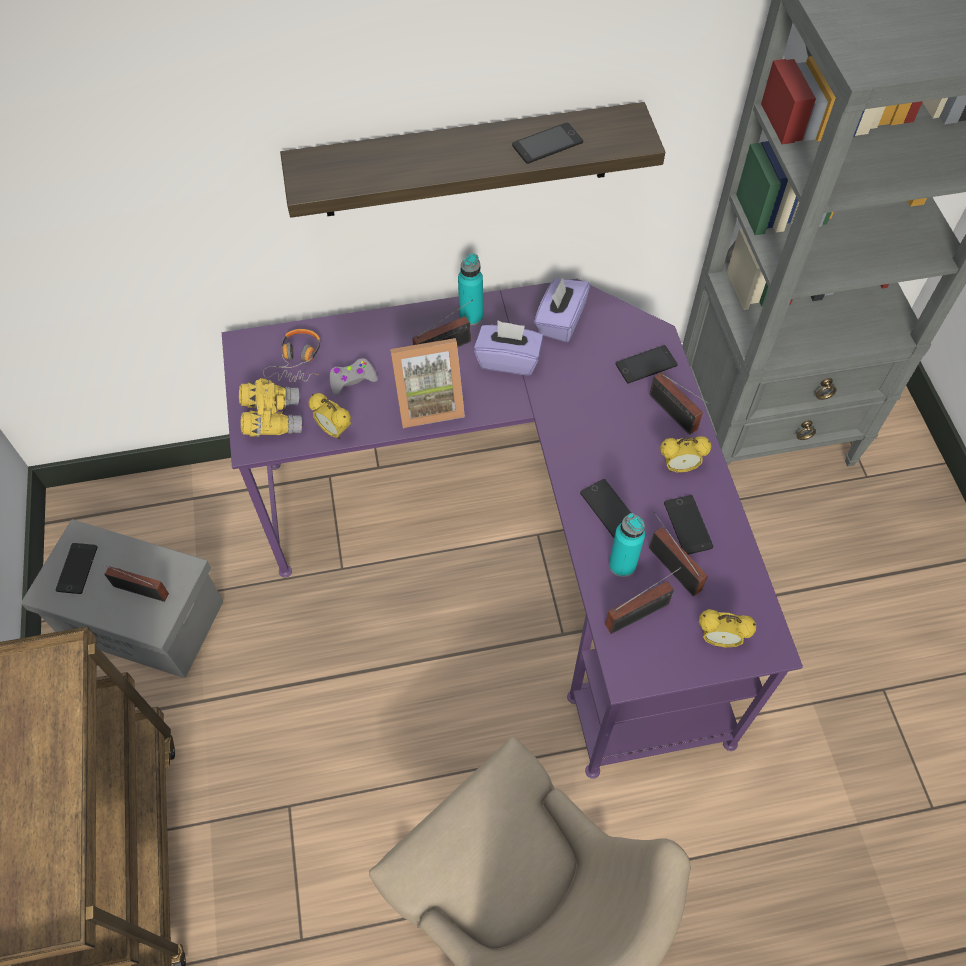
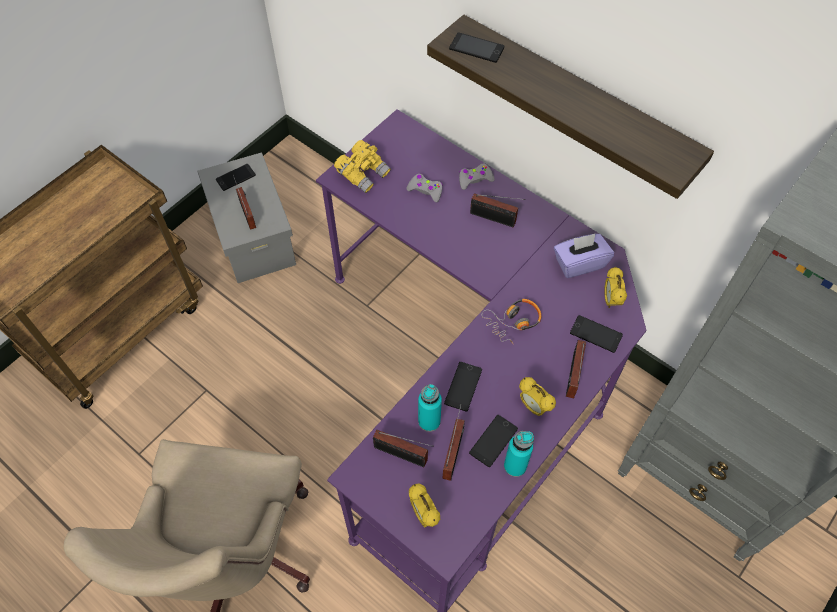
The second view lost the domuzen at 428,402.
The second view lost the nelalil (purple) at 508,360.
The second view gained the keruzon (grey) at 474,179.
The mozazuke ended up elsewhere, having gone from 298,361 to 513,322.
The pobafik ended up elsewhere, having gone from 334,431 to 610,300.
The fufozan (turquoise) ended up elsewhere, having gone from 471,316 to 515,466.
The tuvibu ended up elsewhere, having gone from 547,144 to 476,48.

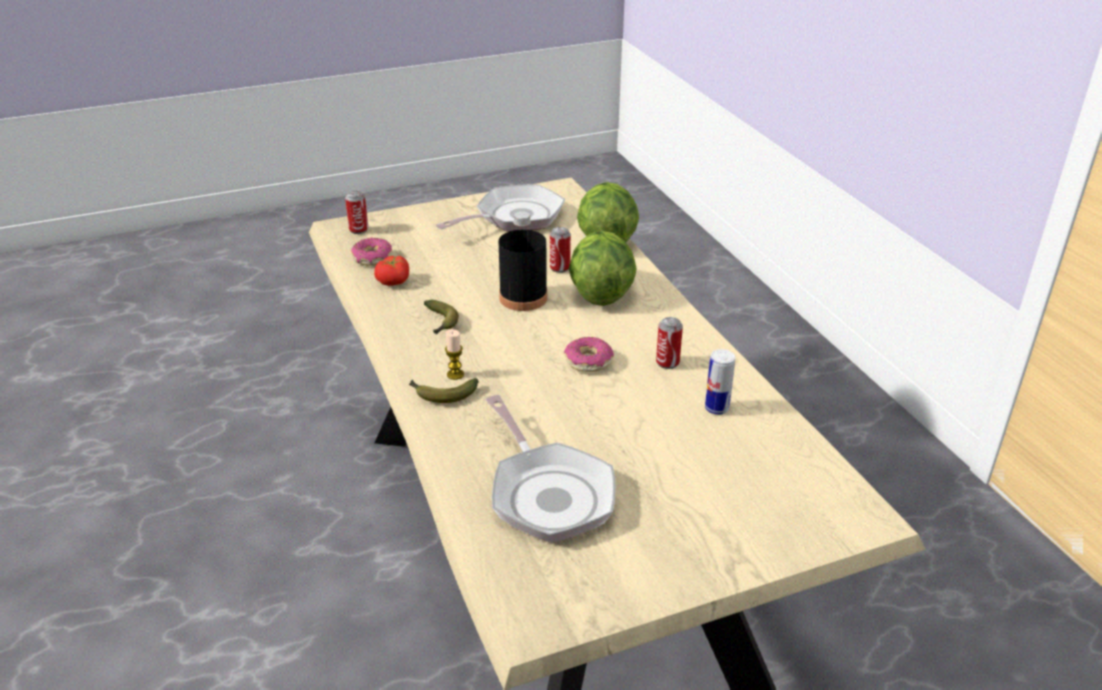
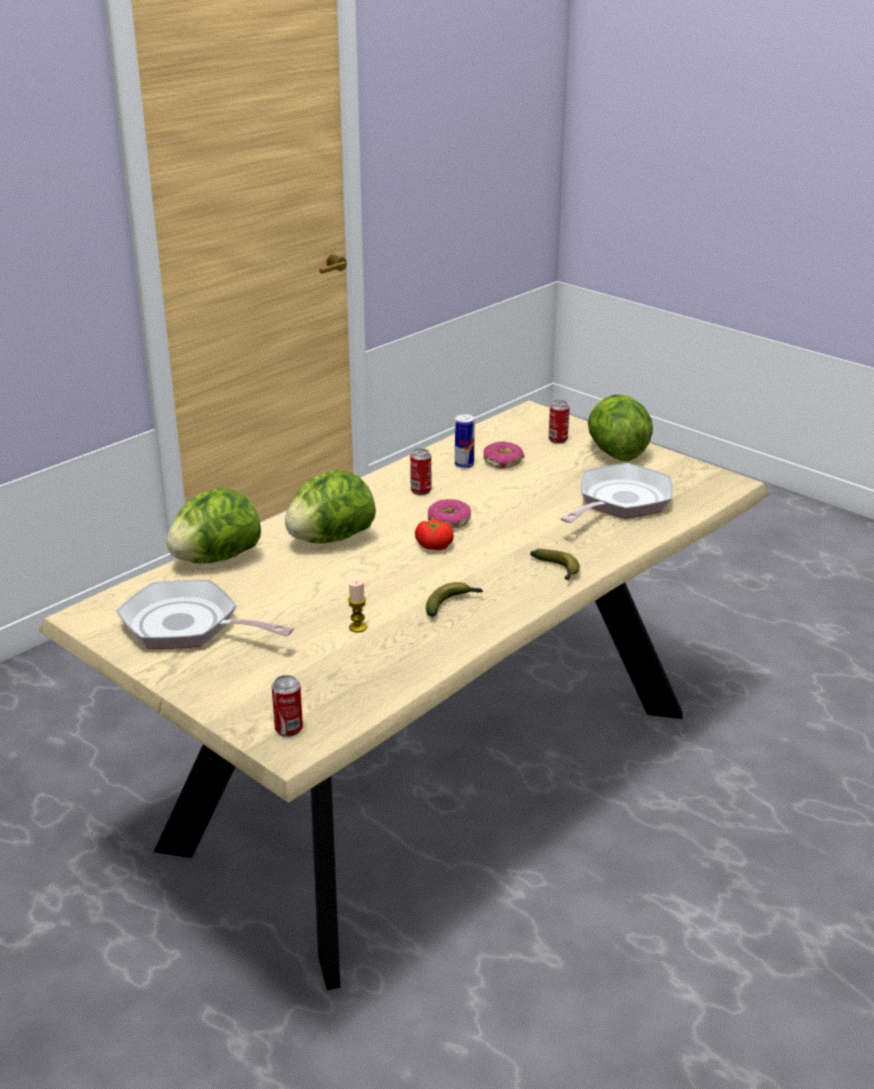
The second view lost the fufozan (black) at 523,298.
The second view gained the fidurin at 615,453.
The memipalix ended up elsewhere, having gone from 372,258 to 503,461.
The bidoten ended up elsewhere, having gone from 394,281 to 434,545.
The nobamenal ended up elsewhere, having gone from 455,374 to 358,627.
The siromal ended up elsewhere, having gone from 560,268 to 558,440.

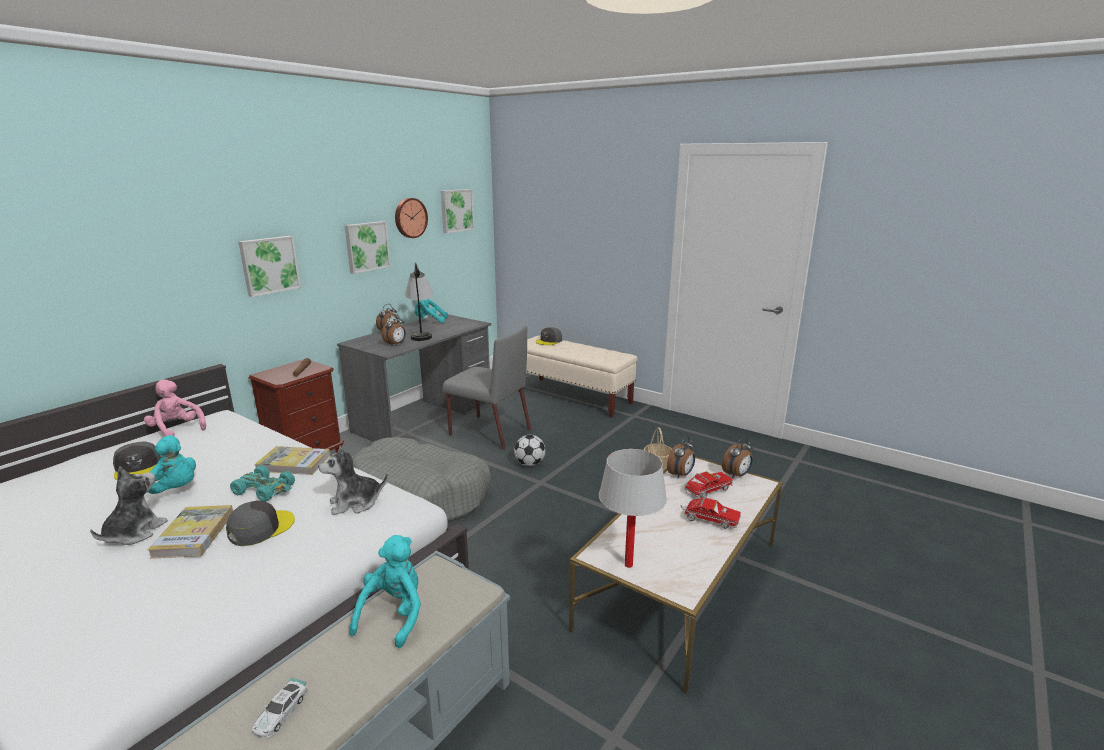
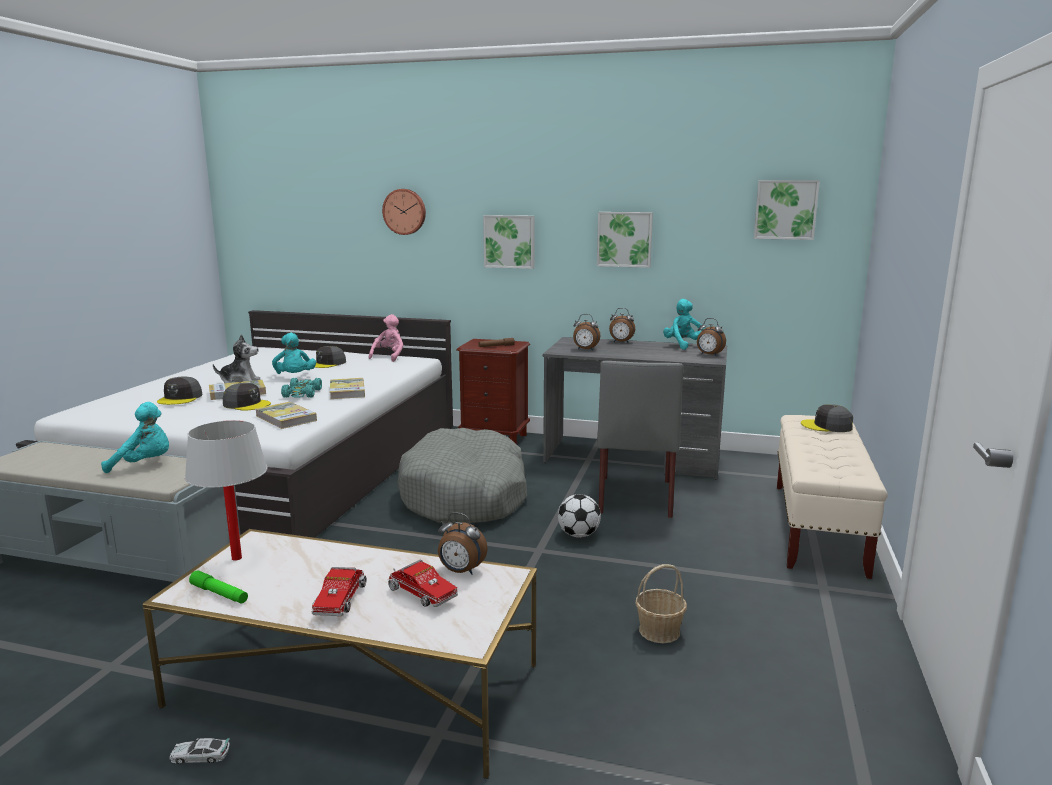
The second view lost the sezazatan at 422,333.
The second view gained the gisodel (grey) at 180,398.
The second view gained the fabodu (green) at 219,594.
The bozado ended up elsewhere, having gone from 281,712 to 200,756.
The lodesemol ended up elsewhere, having gone from 410,218 to 405,211.
The pobafik ended up elsewhere, having gone from 736,475 to 709,355.
Where the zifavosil stood at 355,503, the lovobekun came to stand at 286,418.

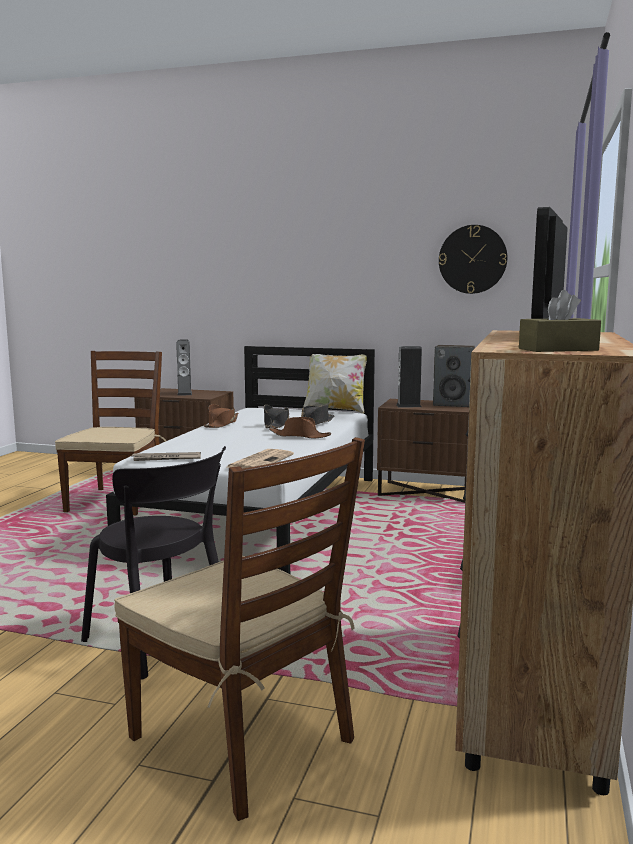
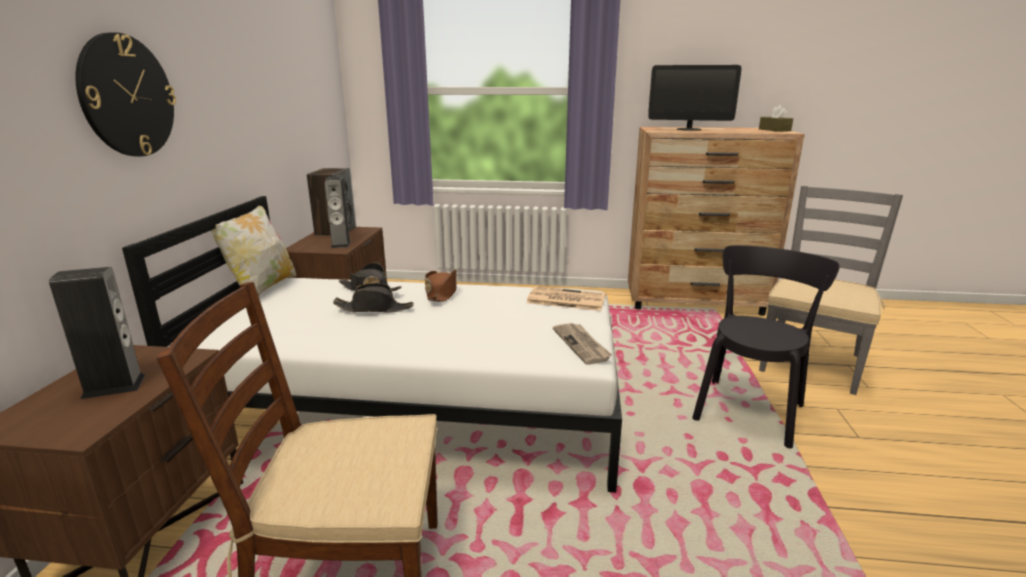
The second view lost the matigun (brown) at 221,424.
The lodesemol ended up elsewhere, having gone from 472,259 to 127,96.
What was the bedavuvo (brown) at 243,739 turned into the bedavuvo (grey) at 811,362.

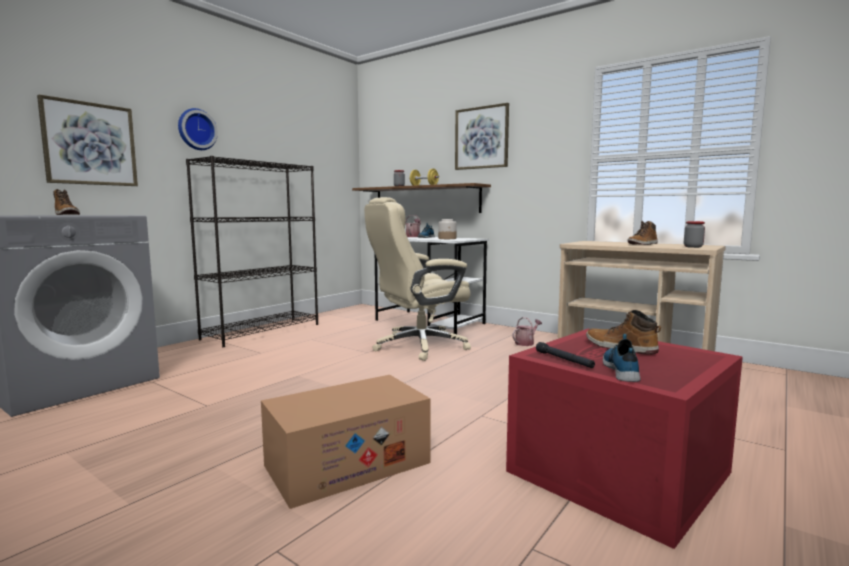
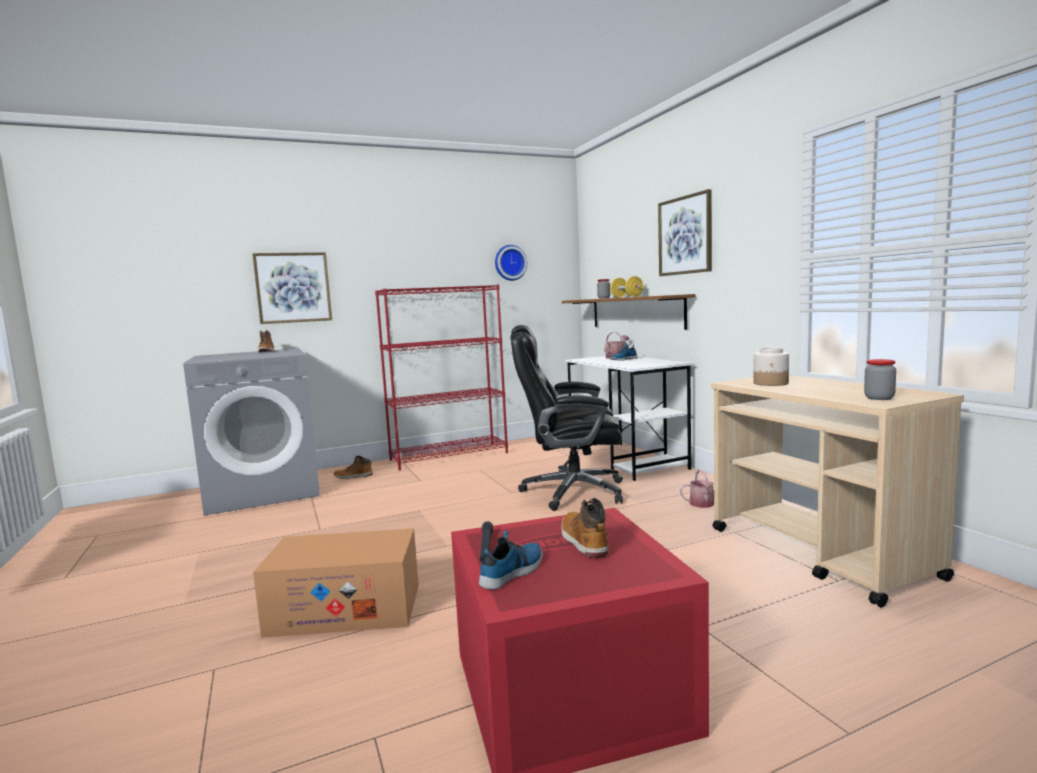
The lodesemol ended up elsewhere, having gone from 196,129 to 510,263.
The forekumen ended up elsewhere, having gone from 447,238 to 771,383.
The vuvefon ended up elsewhere, having gone from 643,244 to 353,476.
What was the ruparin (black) at 262,331 turned into the ruparin (red) at 449,456.
What was the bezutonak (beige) at 418,346 turned into the bezutonak (black) at 571,492.

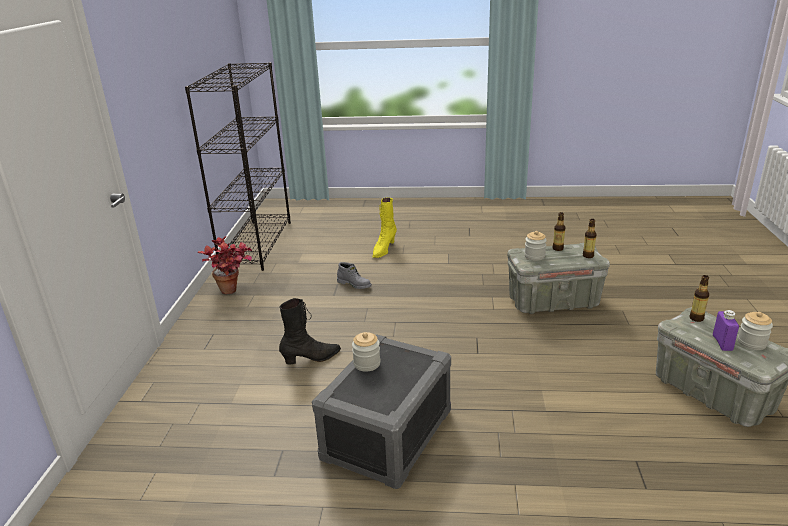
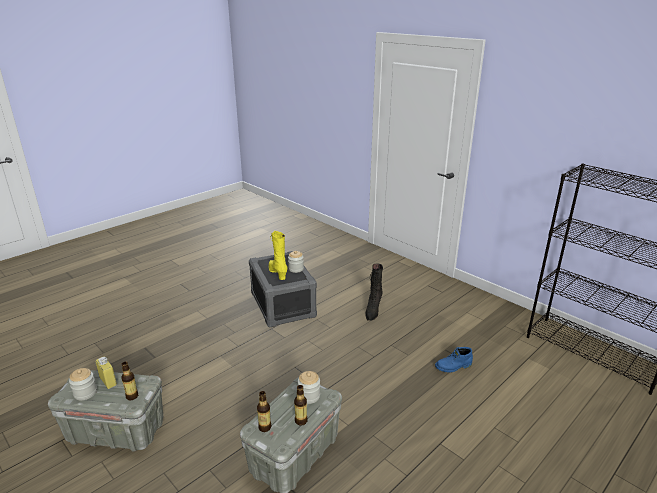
The second view lost the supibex at 234,292.
The vuvefon (yellow) ended up elsewhere, having gone from 384,250 to 278,273.
What was the vuvefon (grey) at 354,284 turned into the vuvefon (blue) at 453,367.
What was the fufozan (purple) at 722,343 turned into the fufozan (yellow) at 108,381.

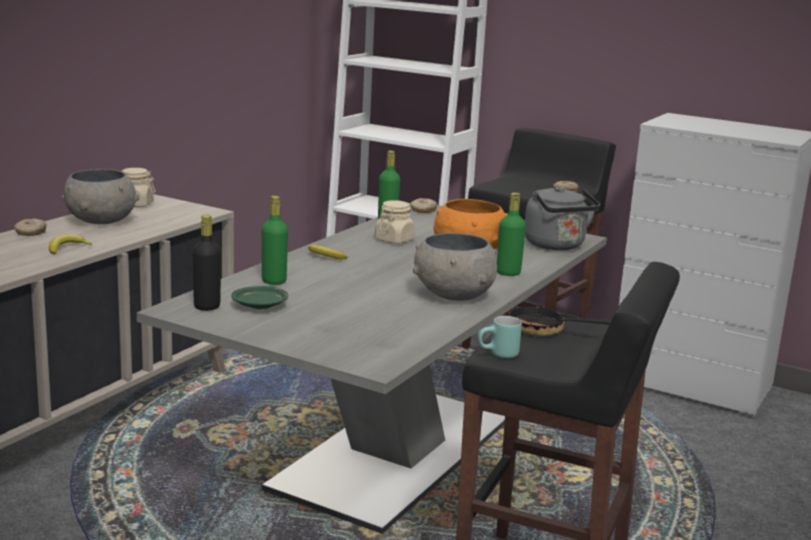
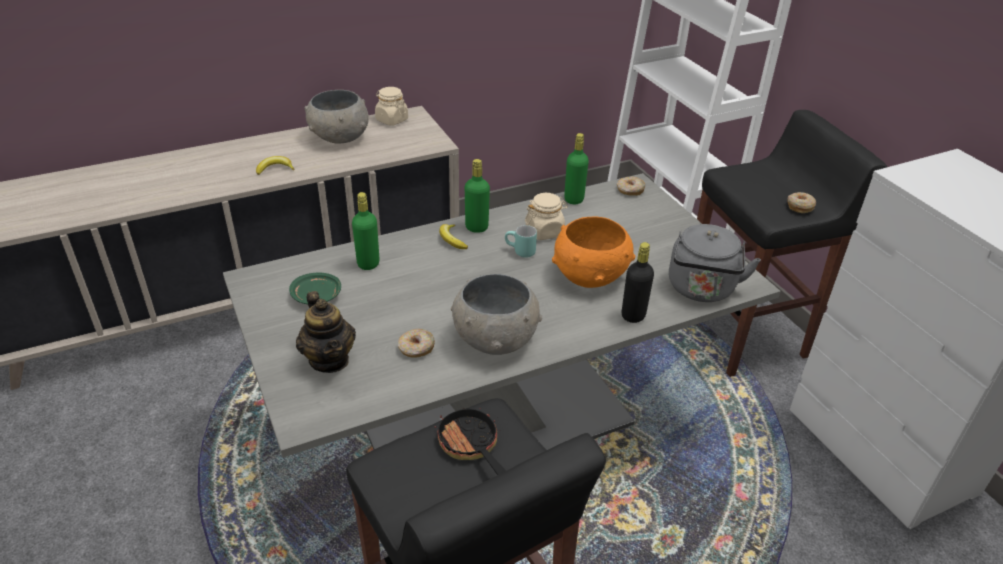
The second view gained the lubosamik at 329,360.
The memipalix ended up elsewhere, having gone from 30,233 to 416,348.
The fufozan (black) ended up elsewhere, having gone from 207,306 to 633,315.
The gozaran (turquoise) ended up elsewhere, having gone from 499,355 to 519,252.
The fufozan (green) ended up elsewhere, having gone from 508,273 to 476,227.

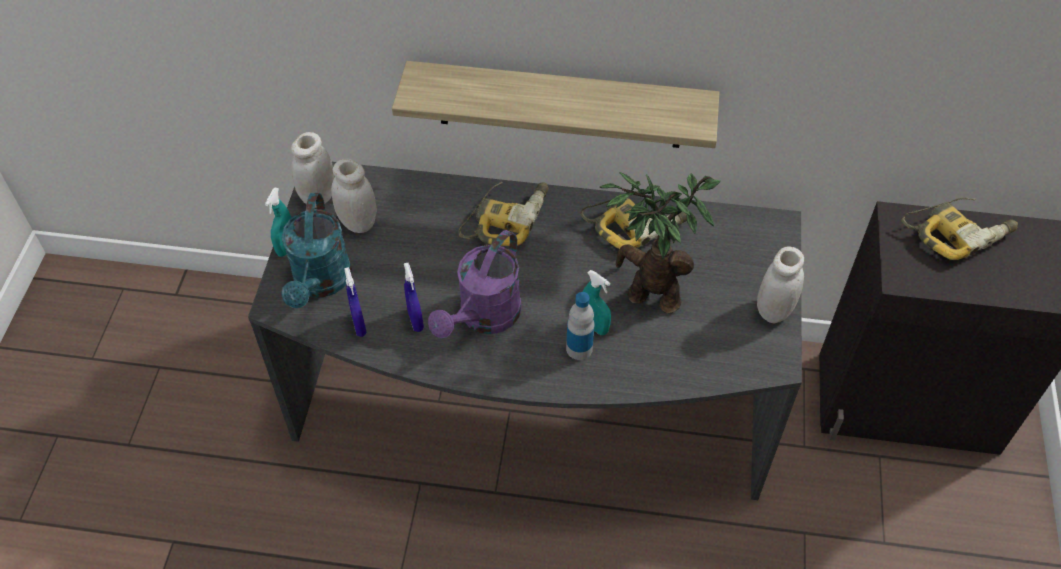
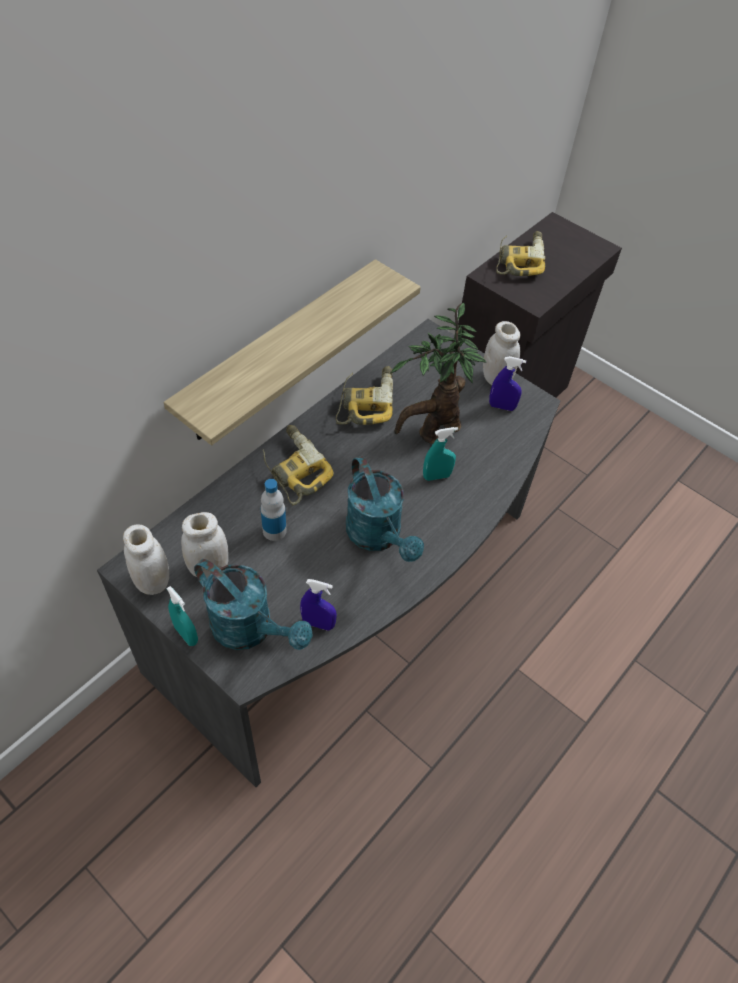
The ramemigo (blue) ended up elsewhere, having gone from 415,320 to 502,406.
The fufozan ended up elsewhere, having gone from 579,348 to 274,530.
What was the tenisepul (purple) at 484,318 turned into the tenisepul (turquoise) at 378,536.

